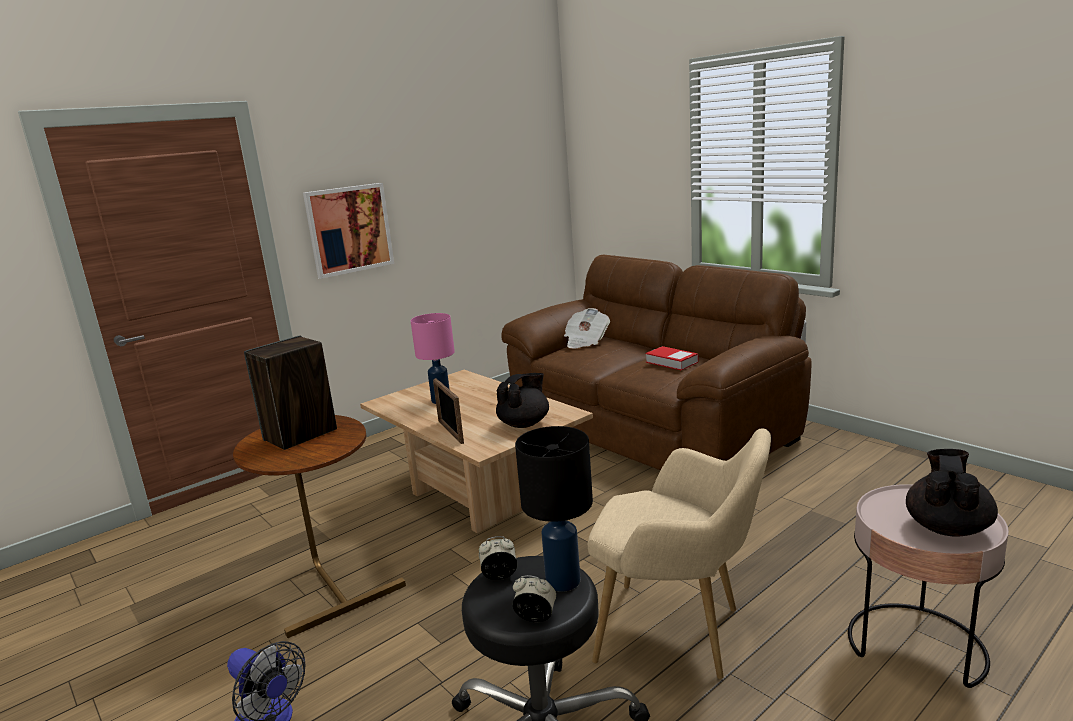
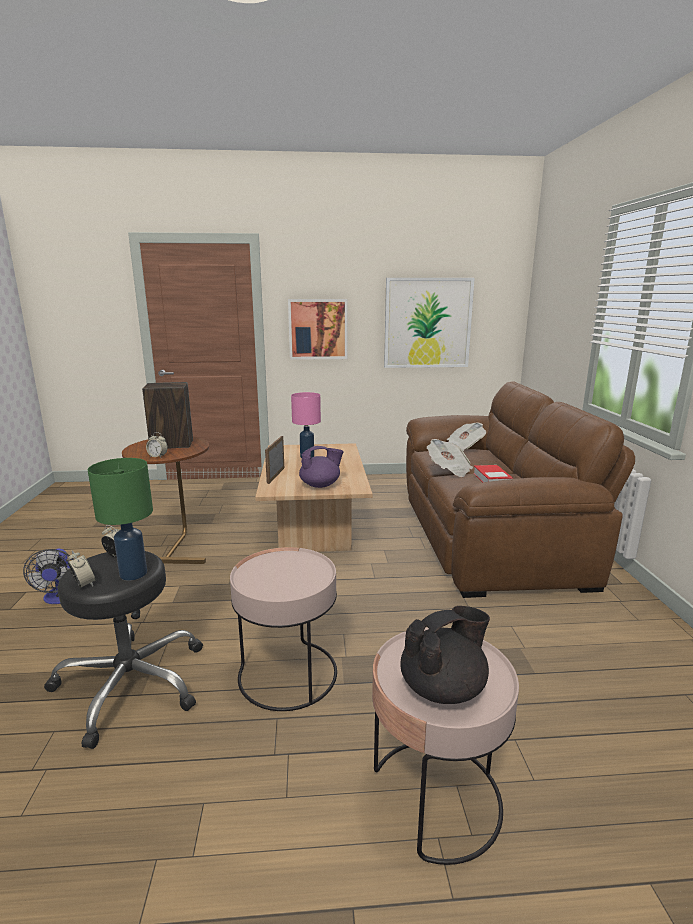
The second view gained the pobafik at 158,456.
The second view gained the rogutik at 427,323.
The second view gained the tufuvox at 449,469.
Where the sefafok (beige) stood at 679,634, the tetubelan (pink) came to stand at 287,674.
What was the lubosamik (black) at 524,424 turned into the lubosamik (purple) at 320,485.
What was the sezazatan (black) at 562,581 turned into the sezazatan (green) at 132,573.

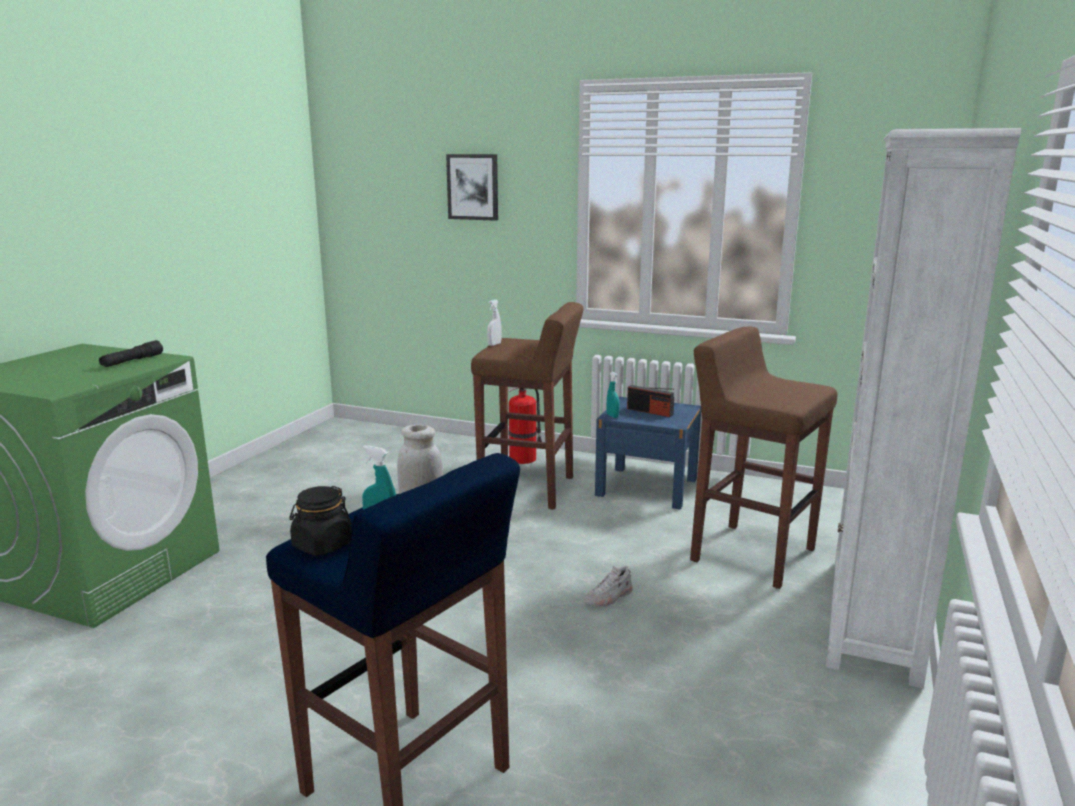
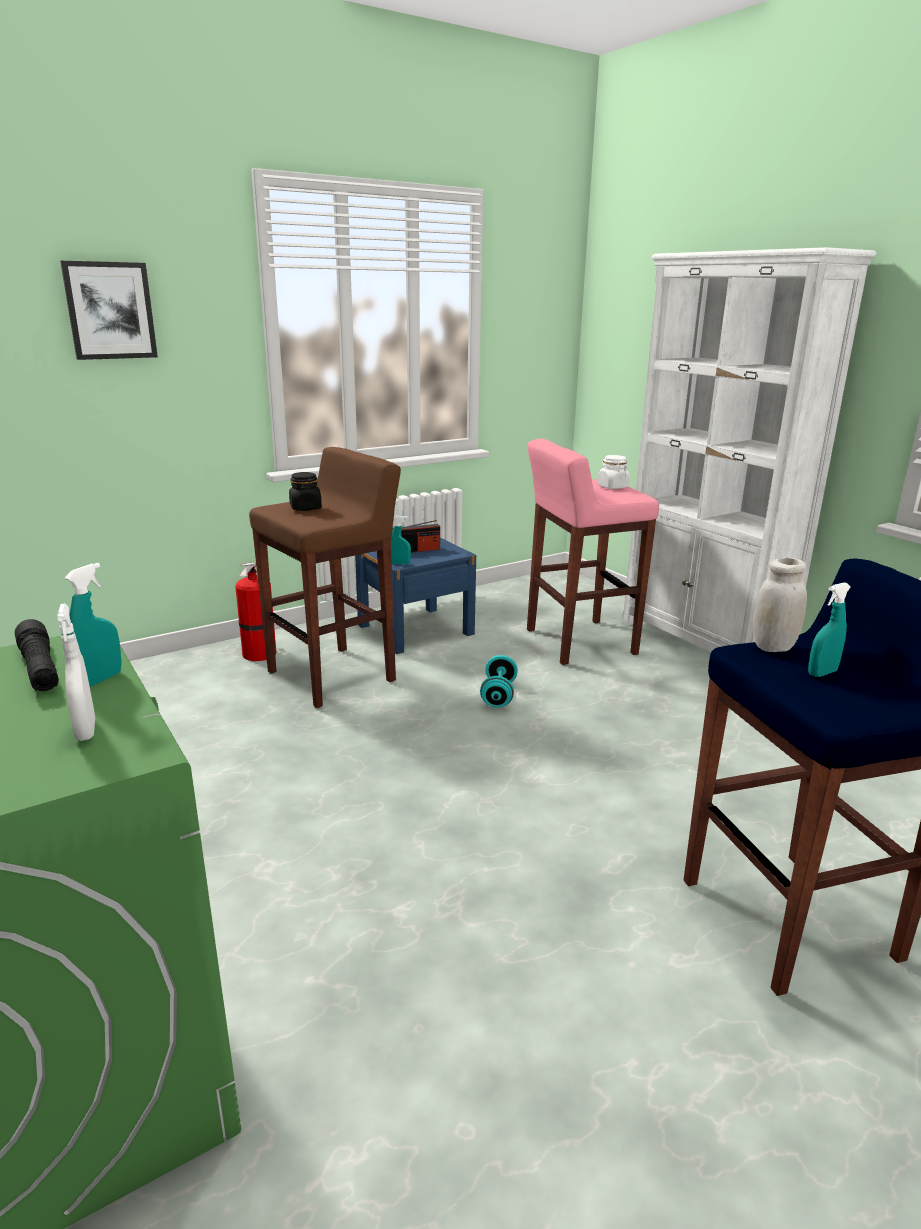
The second view lost the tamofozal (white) at 609,598.
The second view gained the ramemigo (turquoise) at 101,679.
The second view gained the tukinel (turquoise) at 498,695.
The second view gained the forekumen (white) at 612,487.
The forekumen (black) ended up elsewhere, having gone from 322,545 to 306,508.
The ramemigo (white) ended up elsewhere, having gone from 494,344 to 86,730.
What was the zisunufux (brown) at 751,554 turned into the zisunufux (pink) at 578,642.

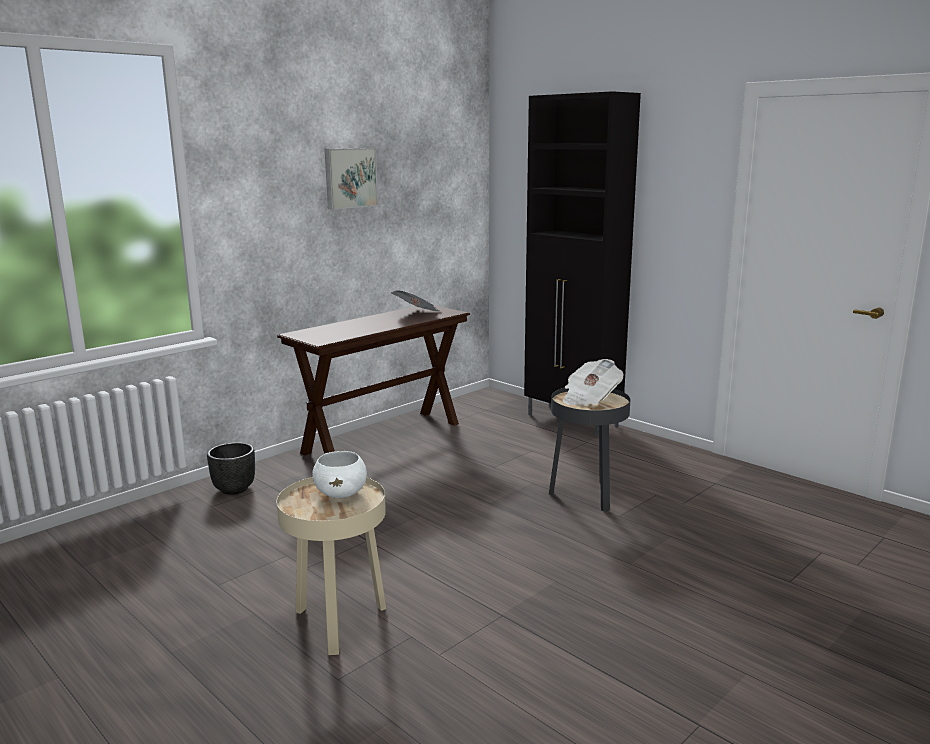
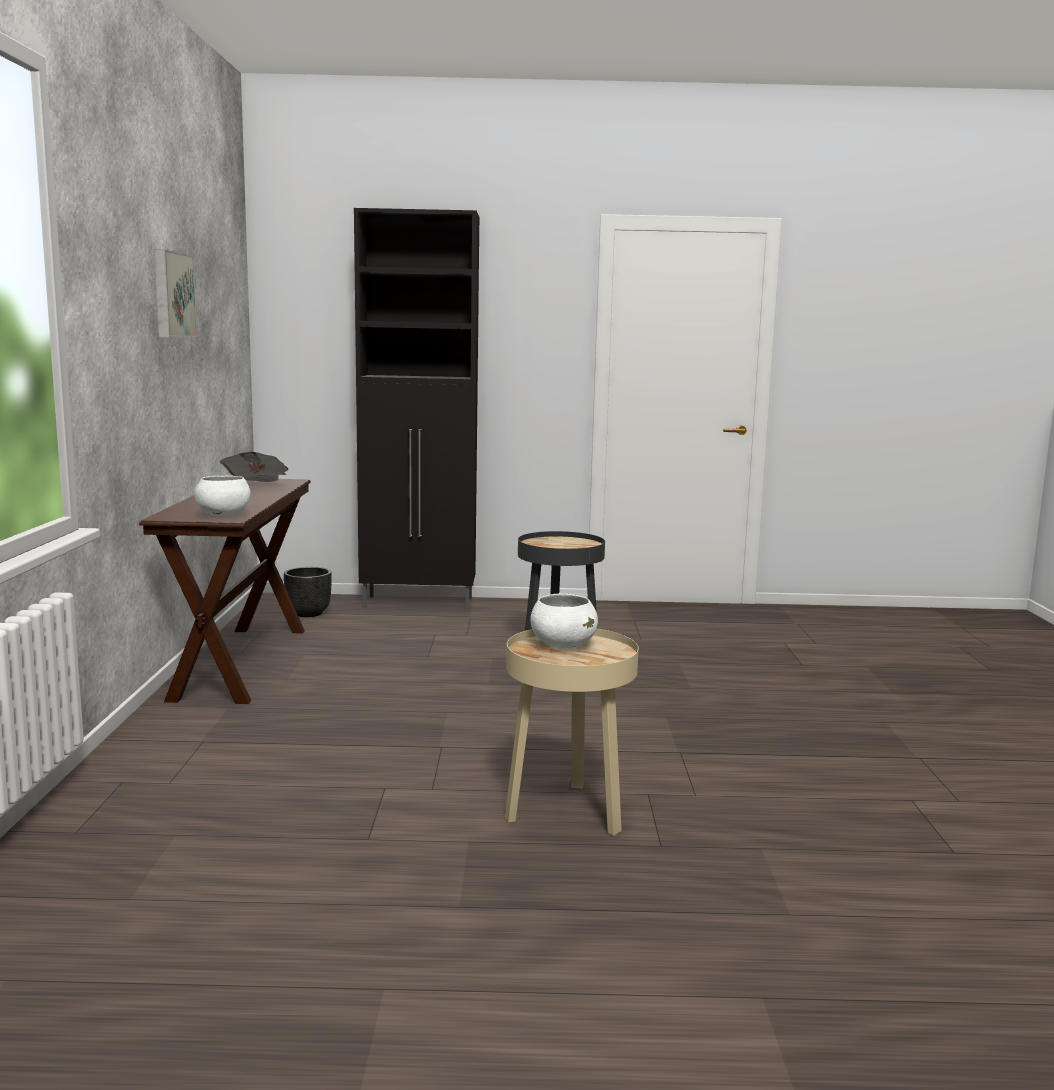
The second view lost the tufuvox at 589,399.
The second view gained the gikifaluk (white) at 223,515.
The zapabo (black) ended up elsewhere, having gone from 234,489 to 309,613.

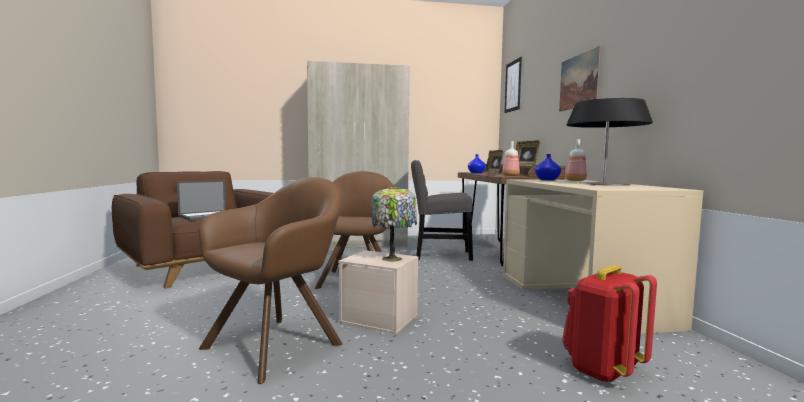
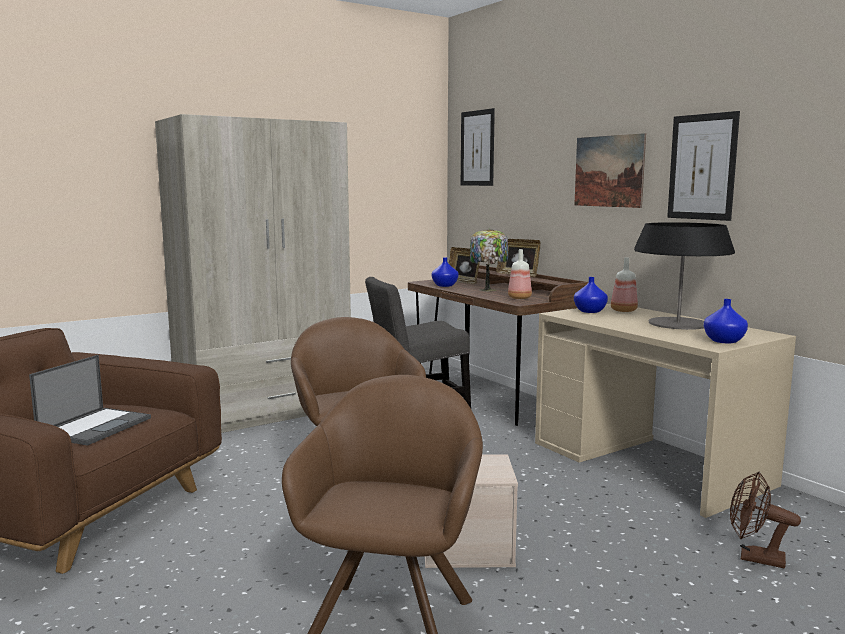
The second view gained the rogutik at 702,167.
The second view gained the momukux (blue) at 723,341.
The sezazatan ended up elsewhere, having gone from 393,258 to 488,289.
Where the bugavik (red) stood at 602,370, the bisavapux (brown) came to stand at 754,558.

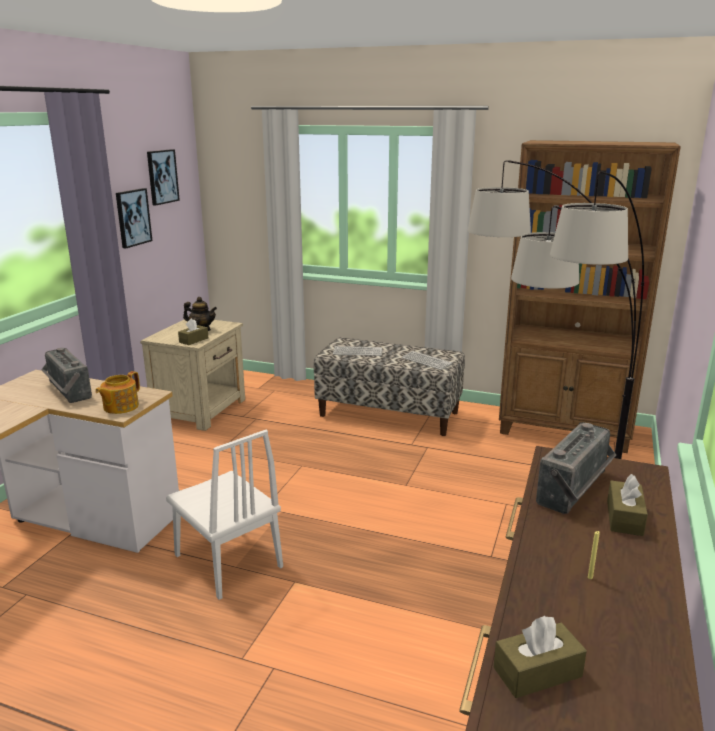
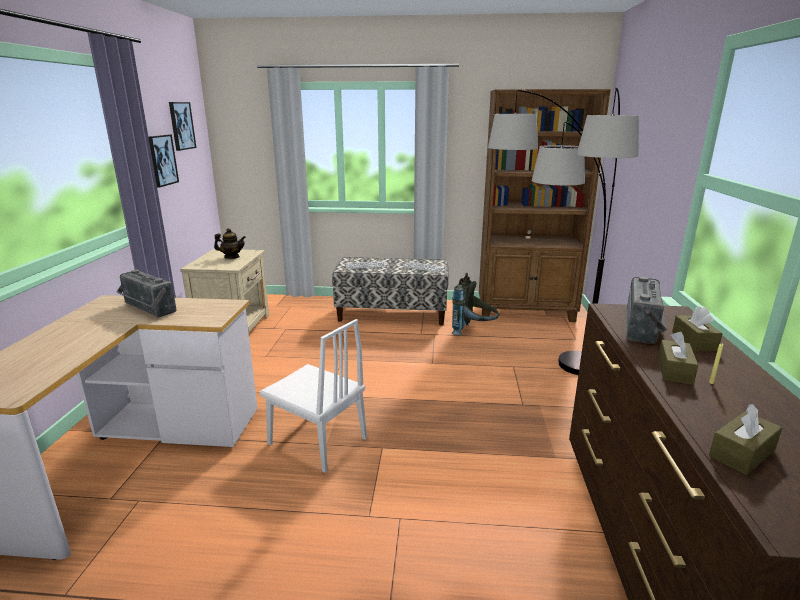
The second view lost the lubosamik at 120,407.
The second view gained the bugavik (grey) at 474,332.
The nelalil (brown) ended up elsewhere, having gone from 193,340 to 674,370.

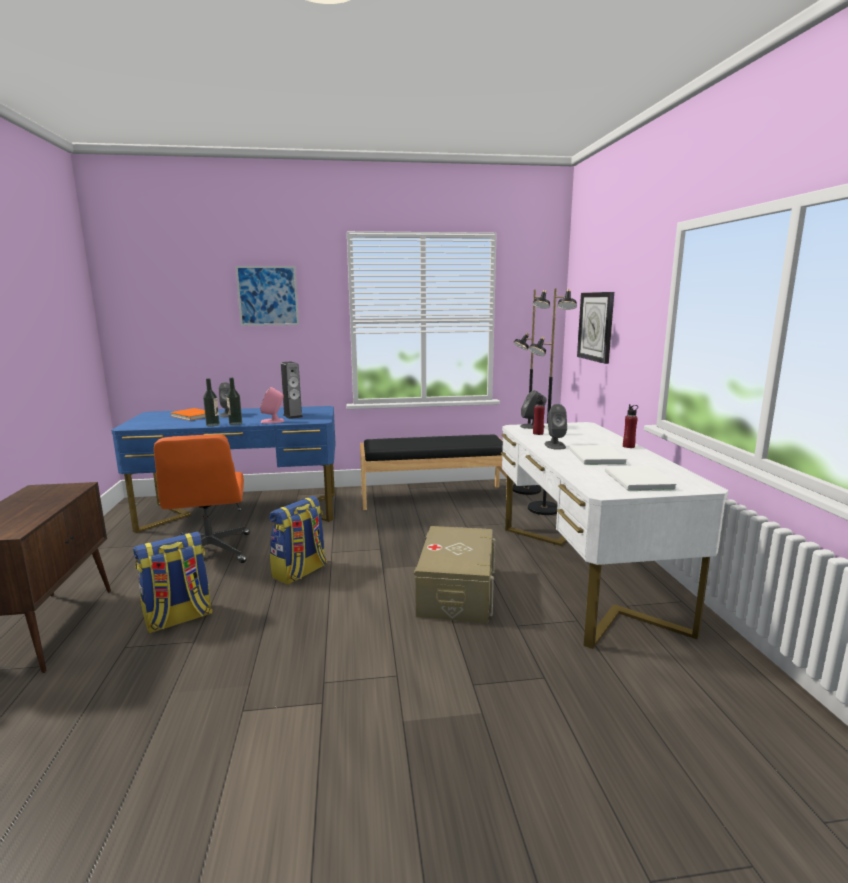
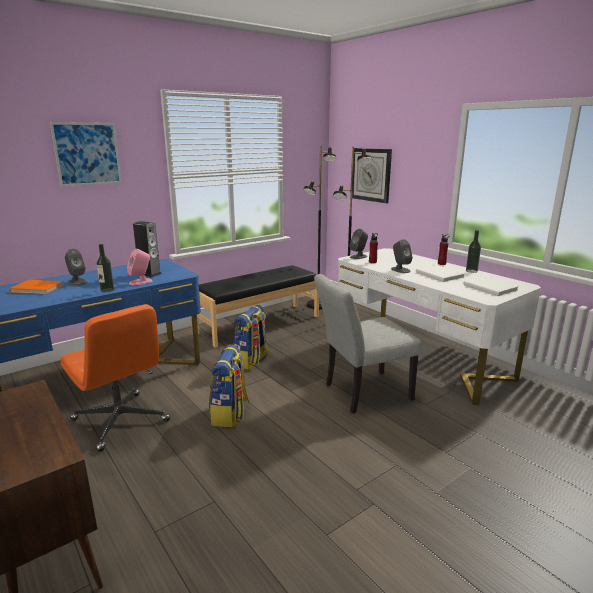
The bugavik ended up elsewhere, having gone from 178,619 to 251,361.
The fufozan ended up elsewhere, having gone from 213,425 to 471,271.
Where the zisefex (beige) stood at 456,591, the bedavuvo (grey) came to stand at 361,393.

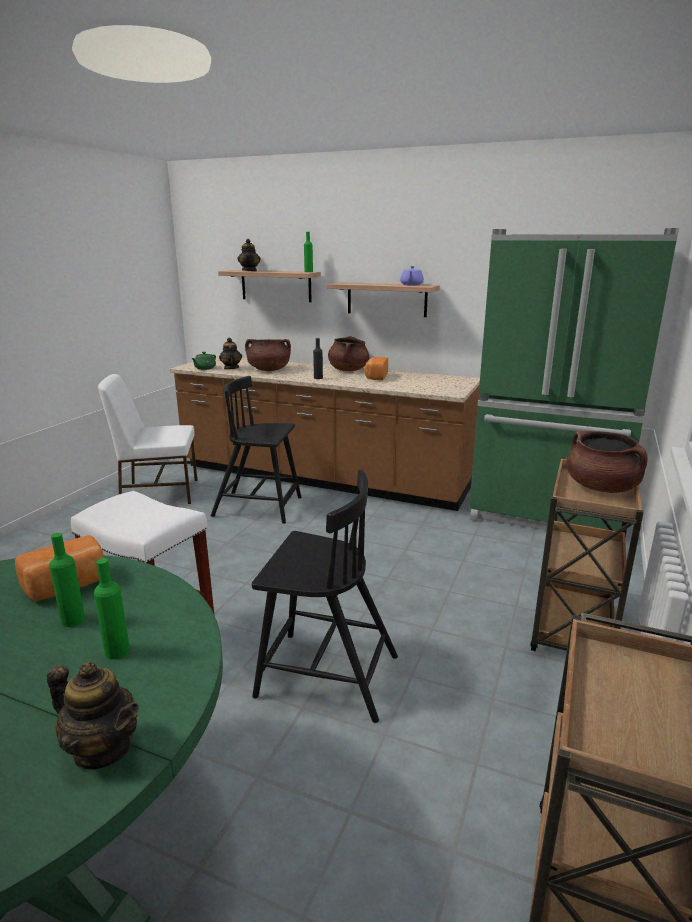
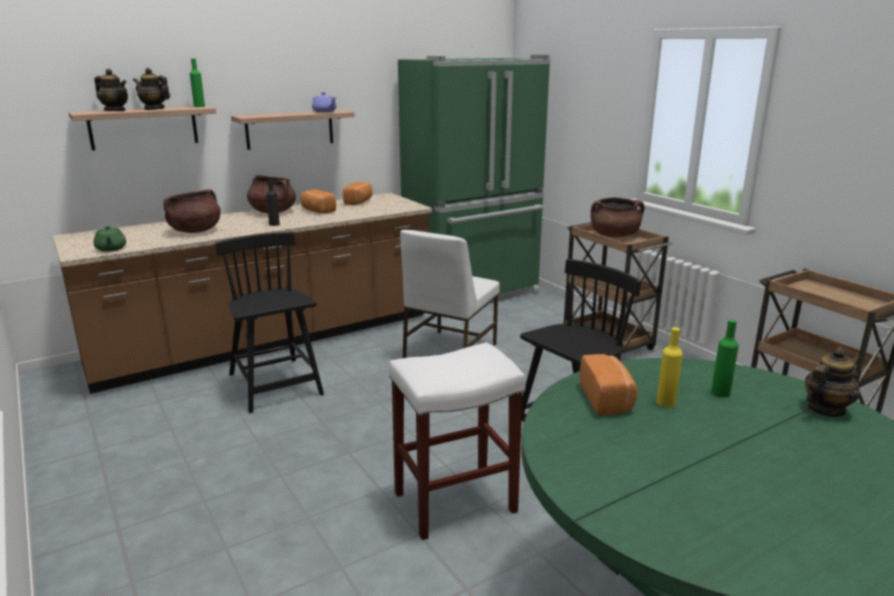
The second view gained the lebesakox at 359,202.
The bedavuvo (white) ended up elsewhere, having gone from 158,492 to 448,352.
The lubosamik ended up elsewhere, having gone from 231,368 to 154,109.
What was the fufozan (green) at 73,620 turned into the fufozan (yellow) at 666,402.
The bedavuvo (black) at 259,507 ended up facing another way, 105 degrees clockwise from before.

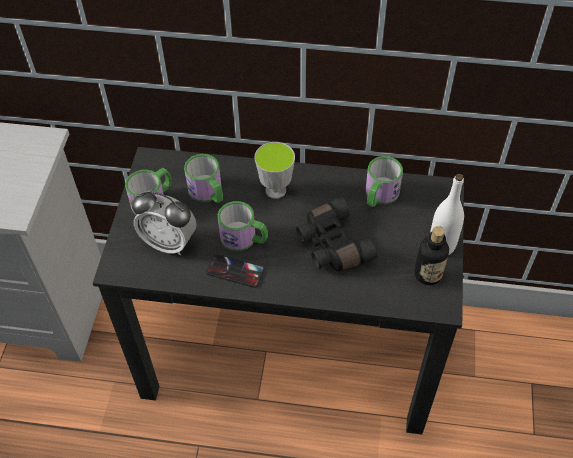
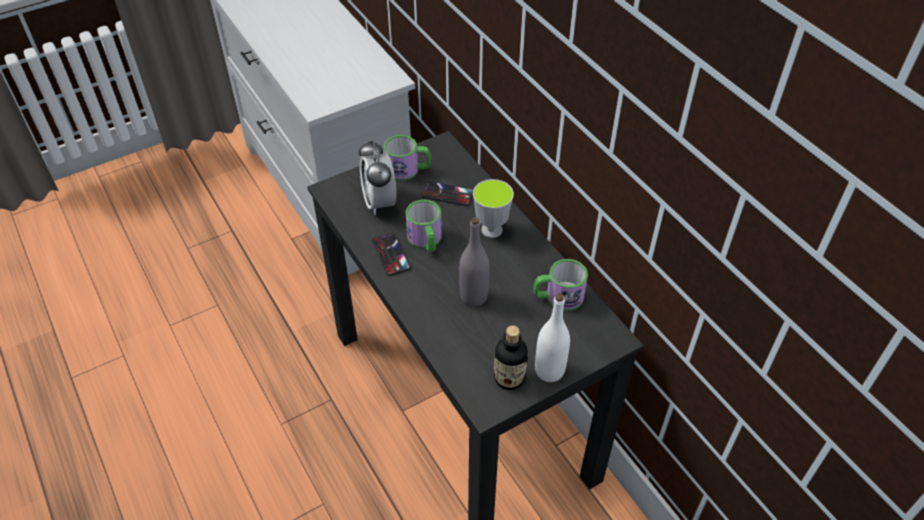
Where the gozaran stood at 208,193, the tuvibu came to stand at 447,194.
Where the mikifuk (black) stood at 331,245, the fufozan (grey) came to stand at 473,296.

